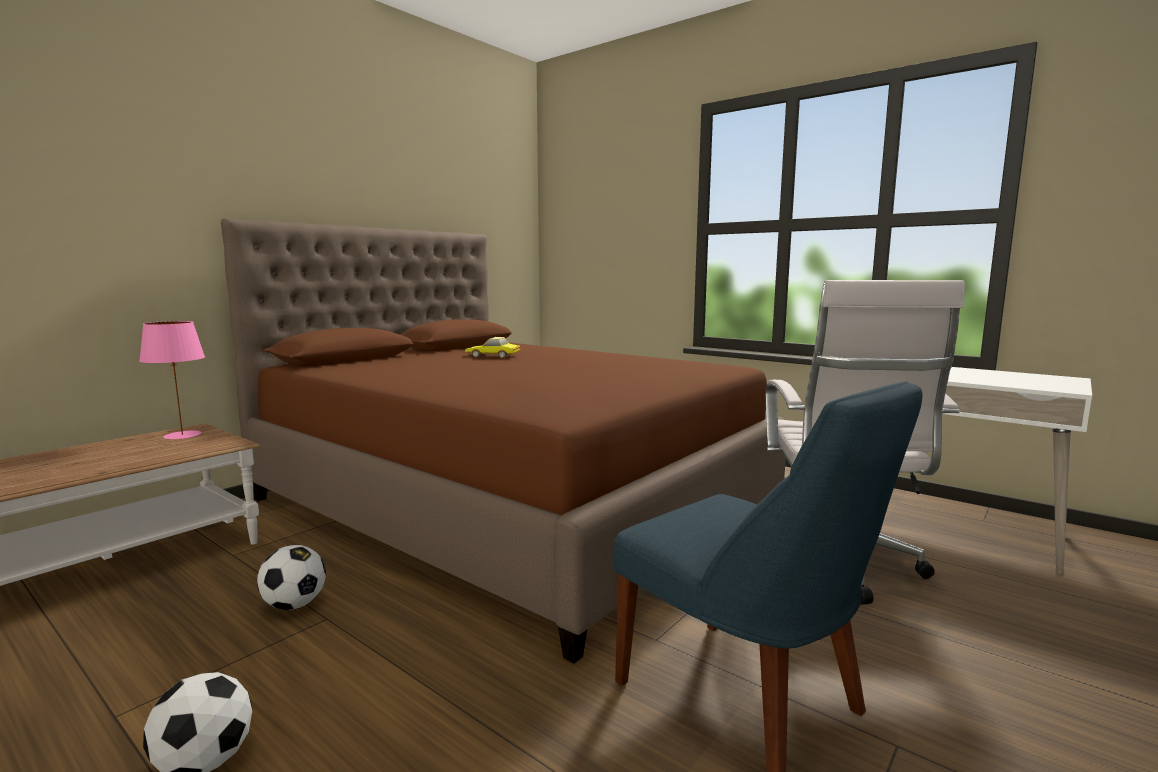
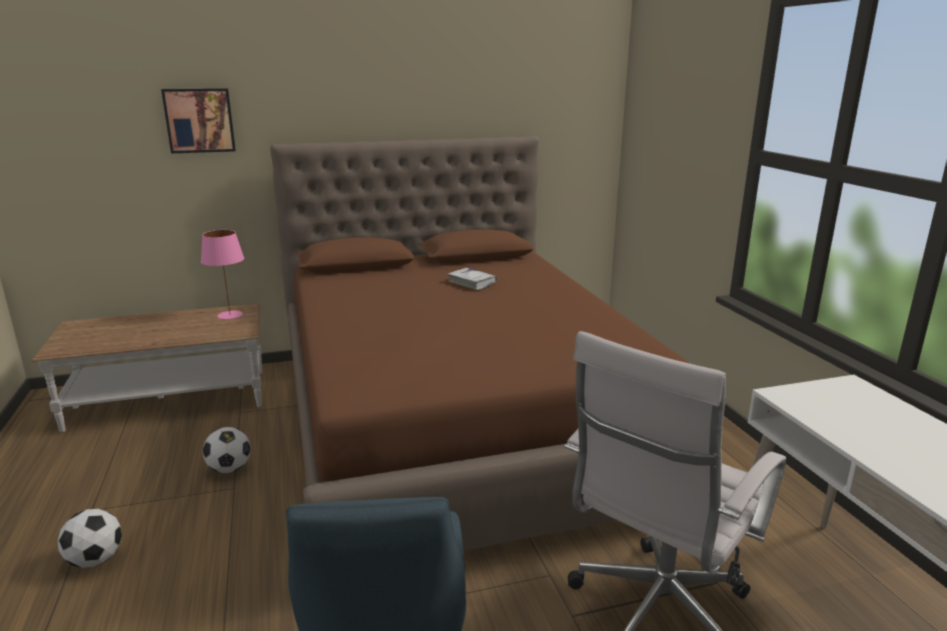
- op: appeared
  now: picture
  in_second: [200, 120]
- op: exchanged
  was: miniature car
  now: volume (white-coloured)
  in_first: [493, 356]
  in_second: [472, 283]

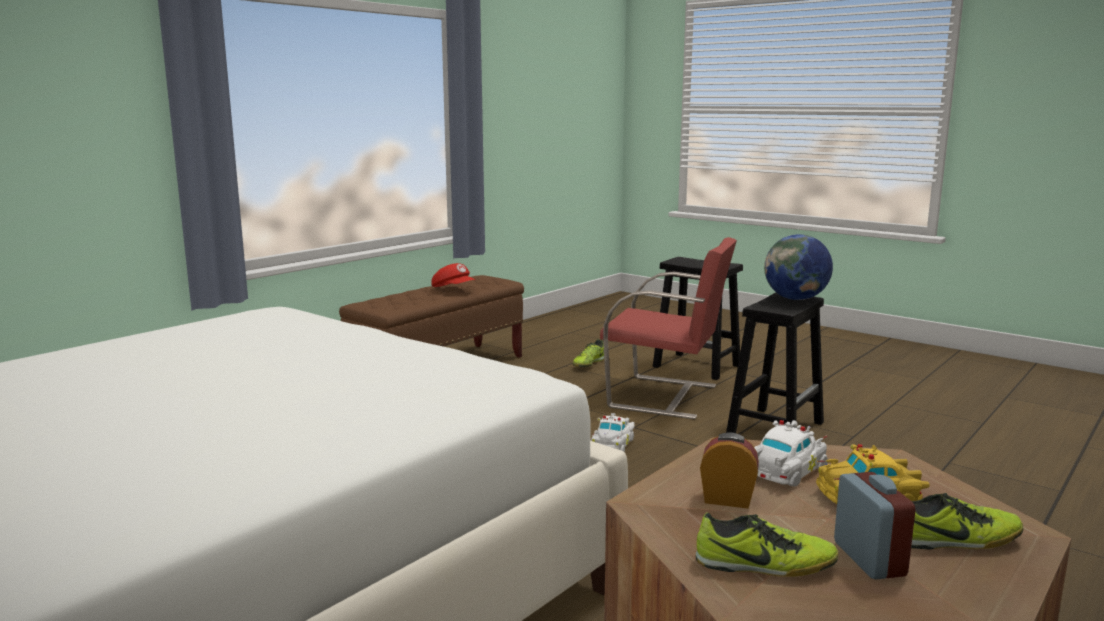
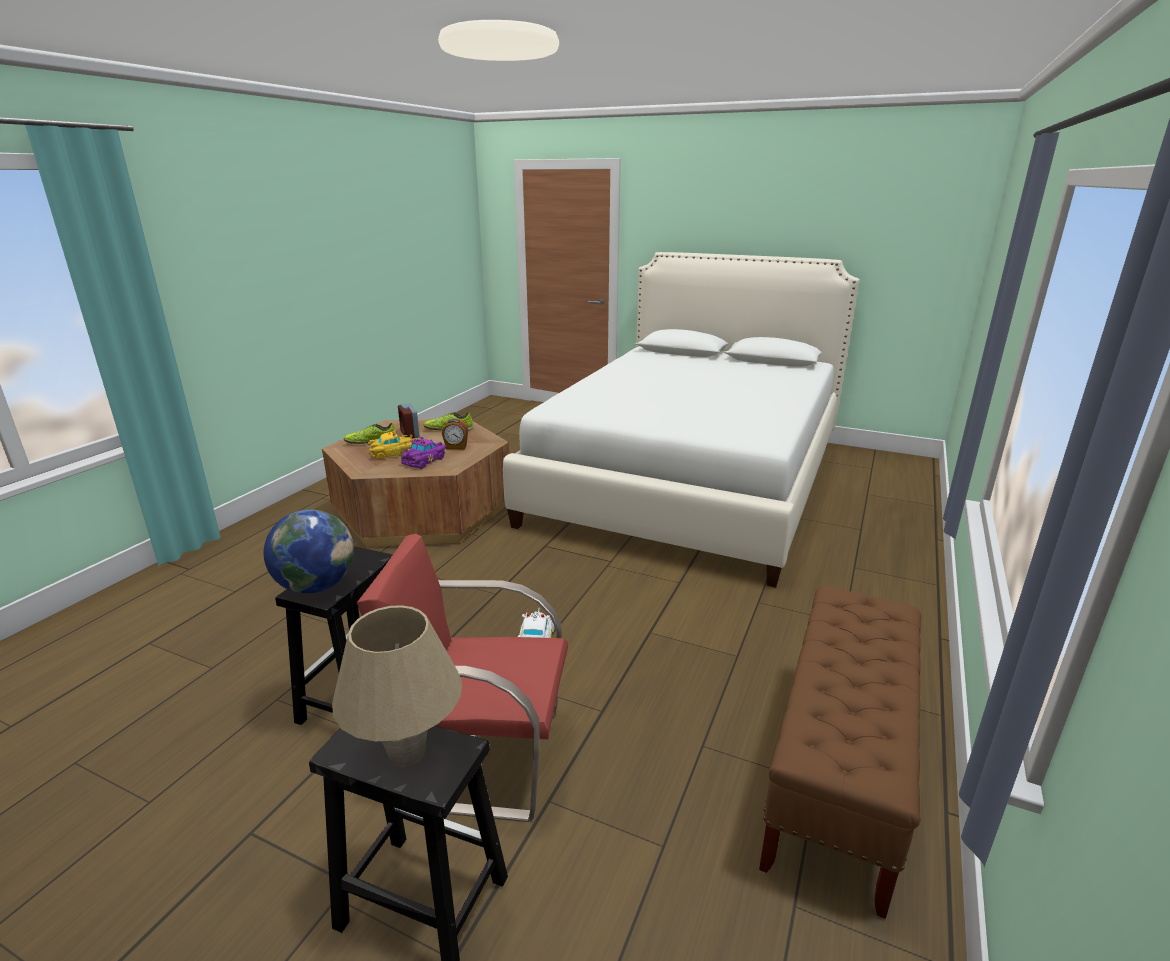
- op: missing
  was: cap (red)
  in_first: [454, 289]
- op: missing
  was: shoe
  in_first: [588, 364]
- op: appeared
  now: tabletop lamp (sand-coloured)
  in_second: [407, 753]
- op: colour
  was: miniature car (white-coloured)
  now: miniature car (purple)
  in_first: [783, 471]
  in_second: [425, 460]

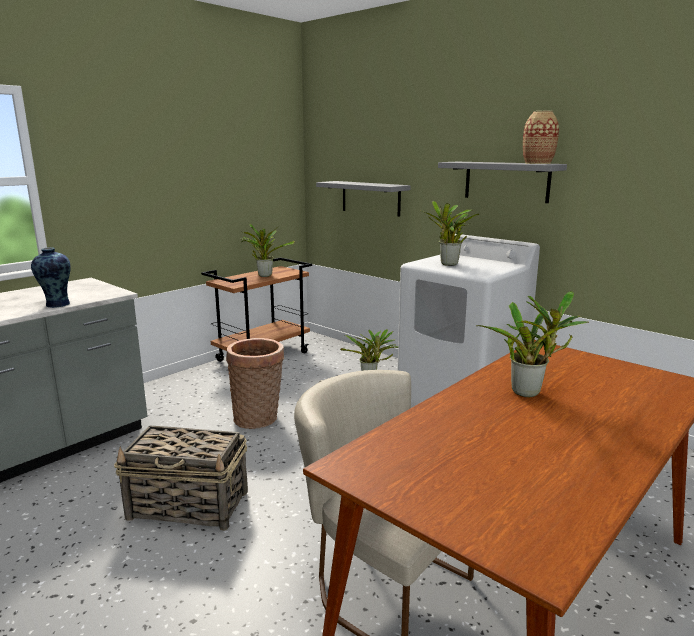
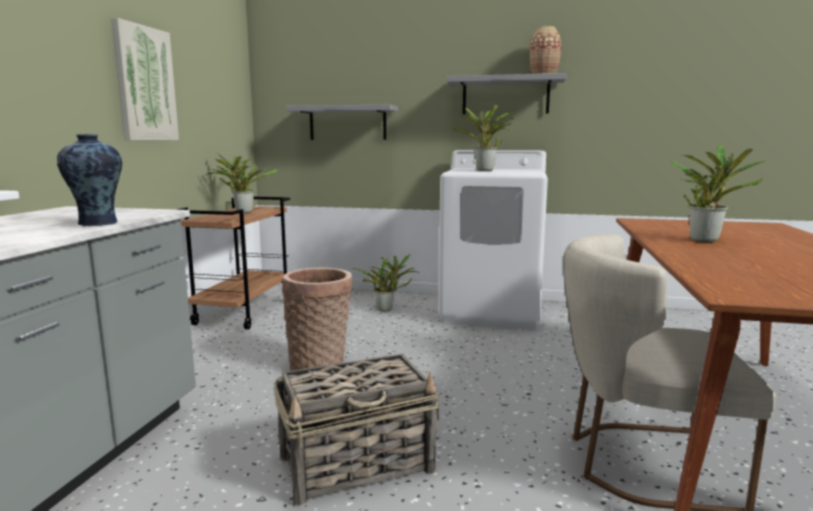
- op: appeared
  now: picture
  in_second: [145, 84]

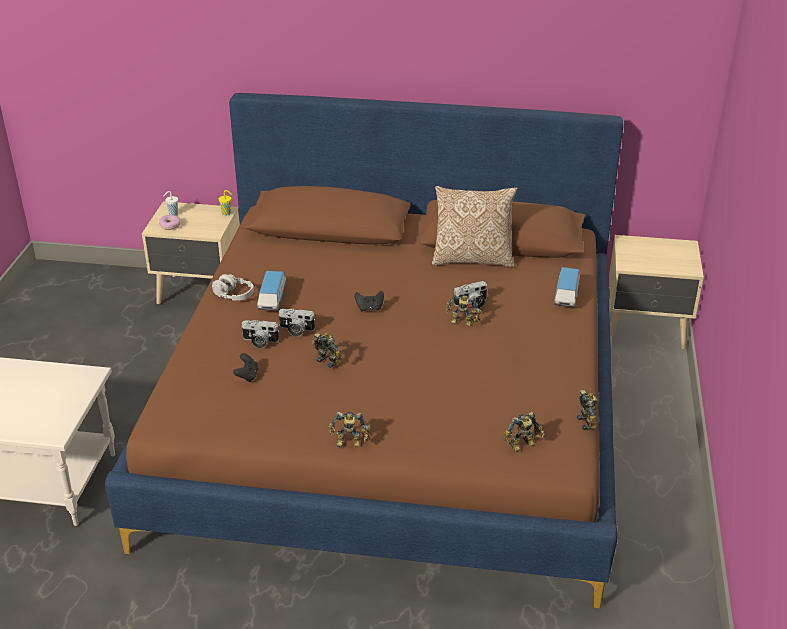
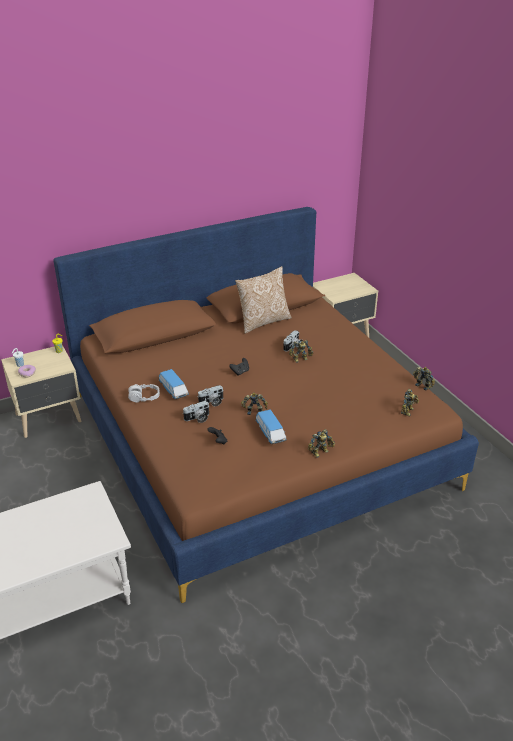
- op: relocated
  was: miniature car
  in_first: [566, 296]
  in_second: [270, 433]

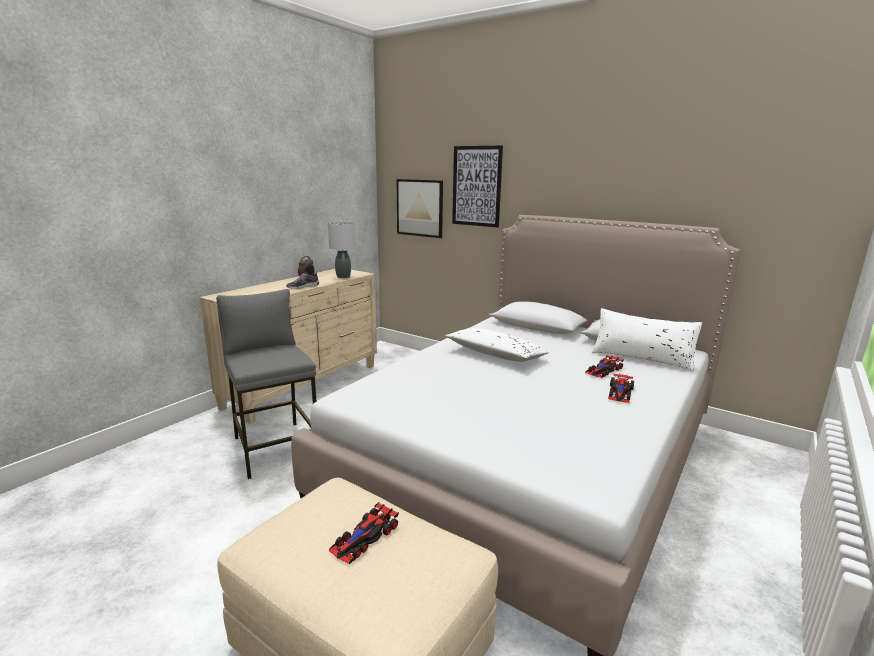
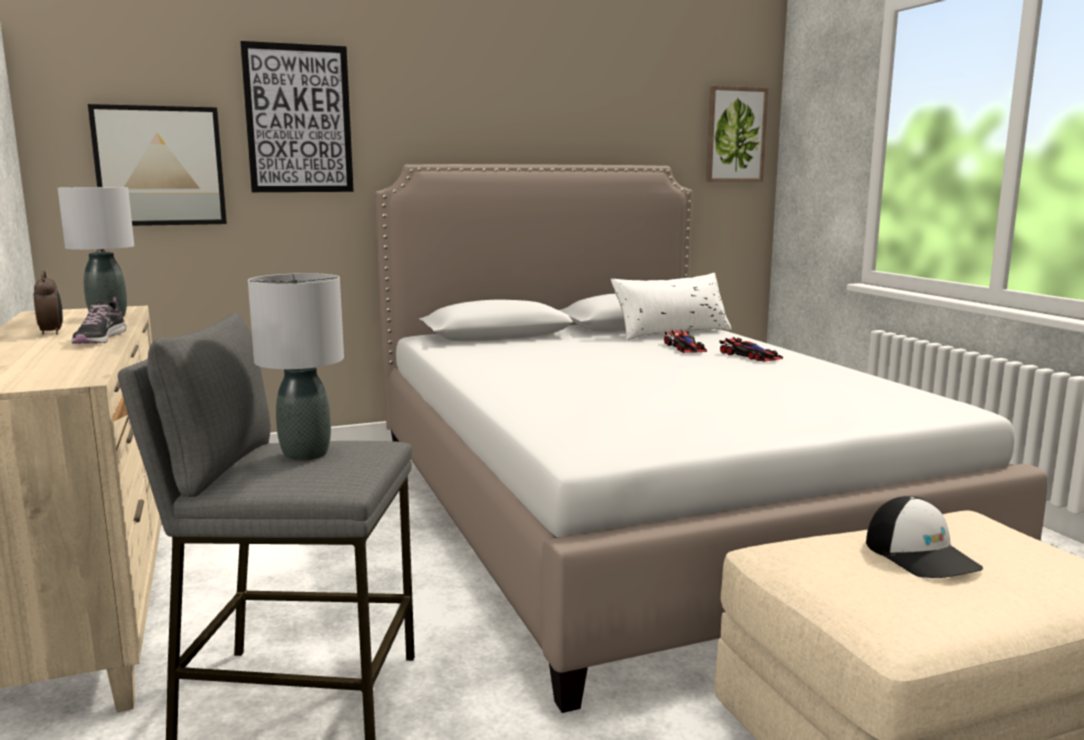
- op: missing
  was: cushion (white-coloured)
  in_first: [495, 355]
- op: appeared
  now: tabletop lamp (greyish)
  in_second: [306, 454]
- op: appeared
  now: picture
  in_second: [735, 135]
- op: exchanged
  was: miniature car
  now: cap
  in_first: [365, 537]
  in_second: [921, 555]

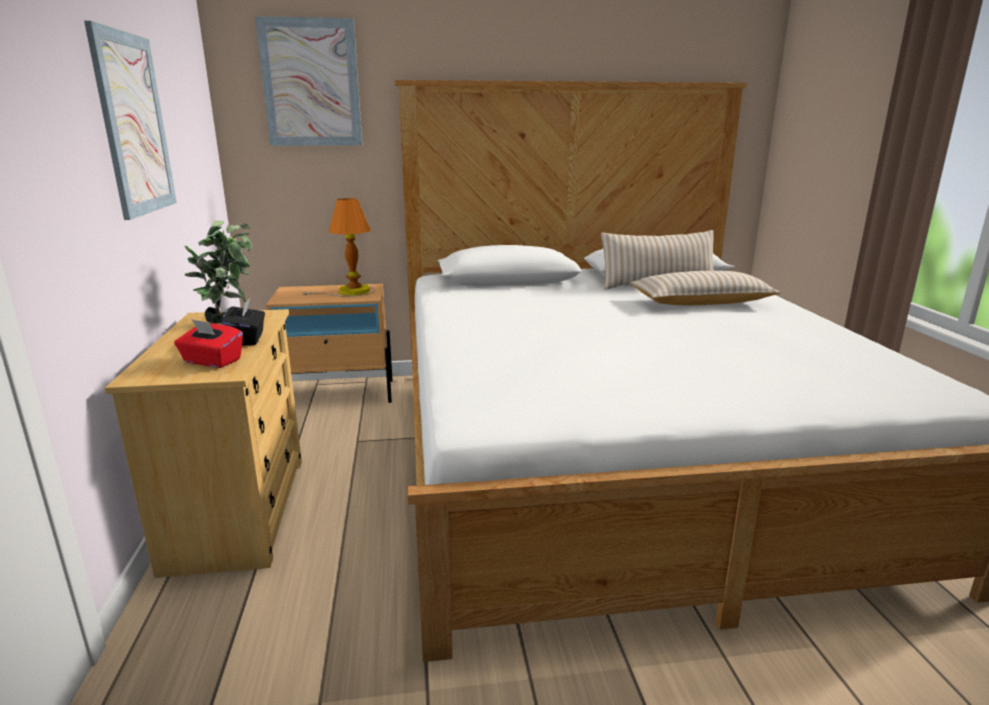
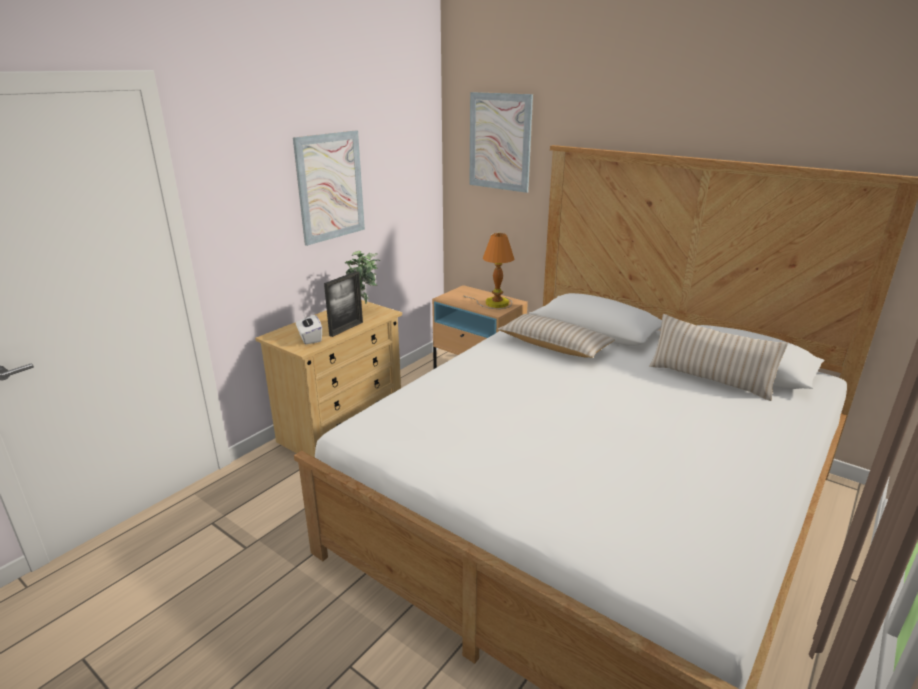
- op: relocated
  was: cushion (sand-coloured)
  in_first: [701, 302]
  in_second: [554, 346]
- op: exchanged
  was: box of tissues (blackish)
  now: standing frame
  in_first: [247, 339]
  in_second: [346, 329]
- op: colour
  was: box of tissues (red)
  now: box of tissues (white-coloured)
  in_first: [212, 361]
  in_second: [310, 338]

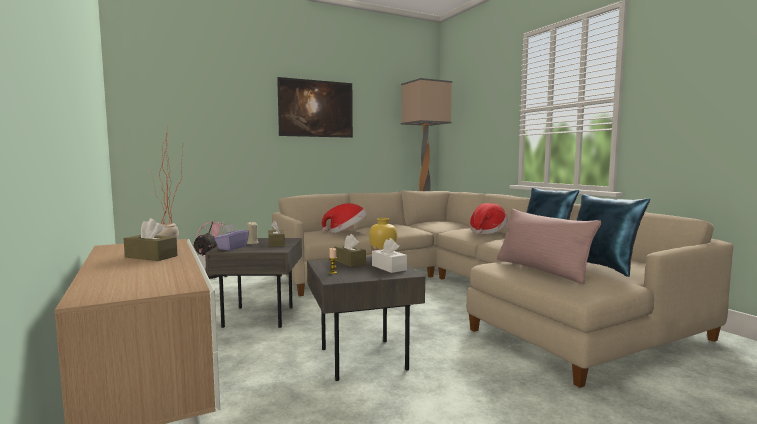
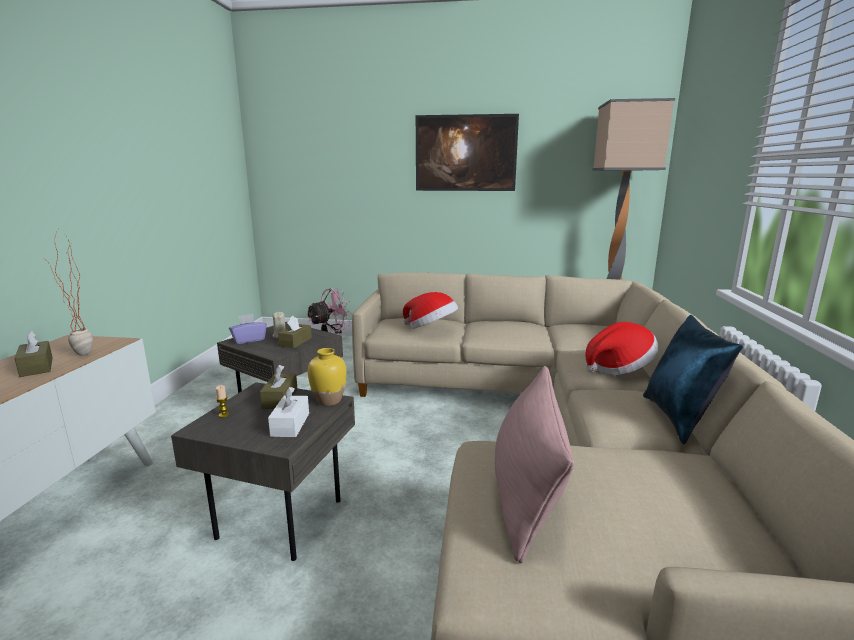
- op: missing
  was: cushion (bluish)
  in_first: [601, 267]

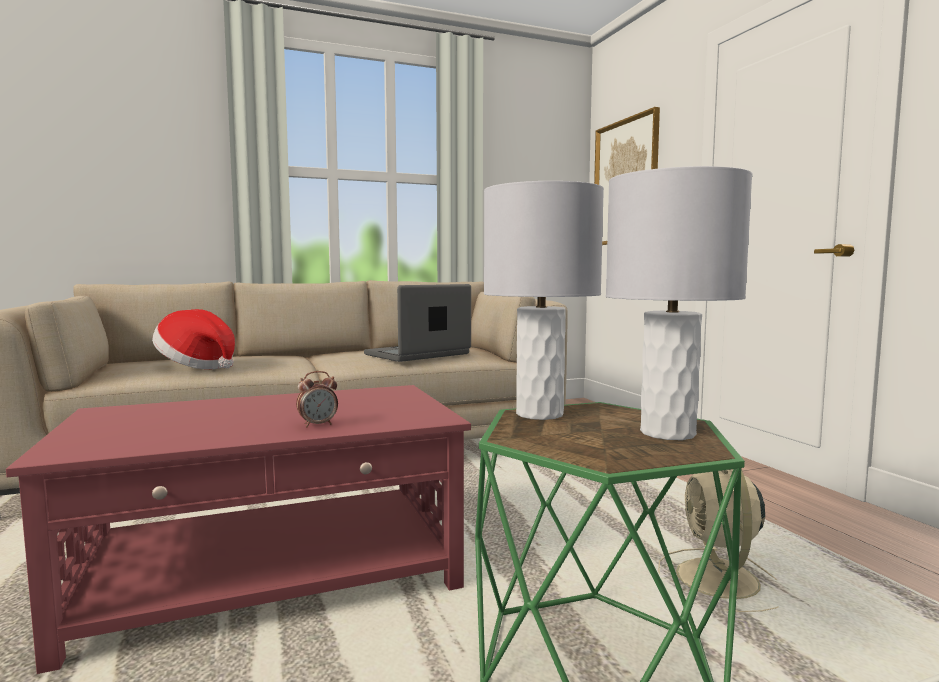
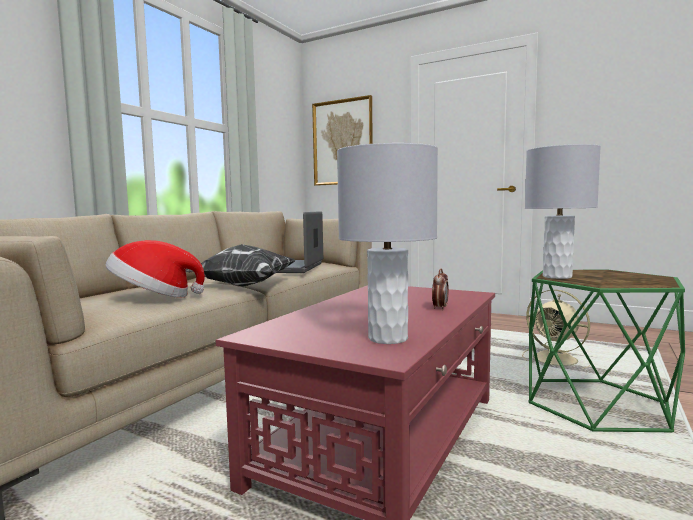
- op: appeared
  now: cushion
  in_second: [241, 286]
- op: relocated
  was: tabletop lamp (greyish)
  in_first: [668, 432]
  in_second: [388, 338]

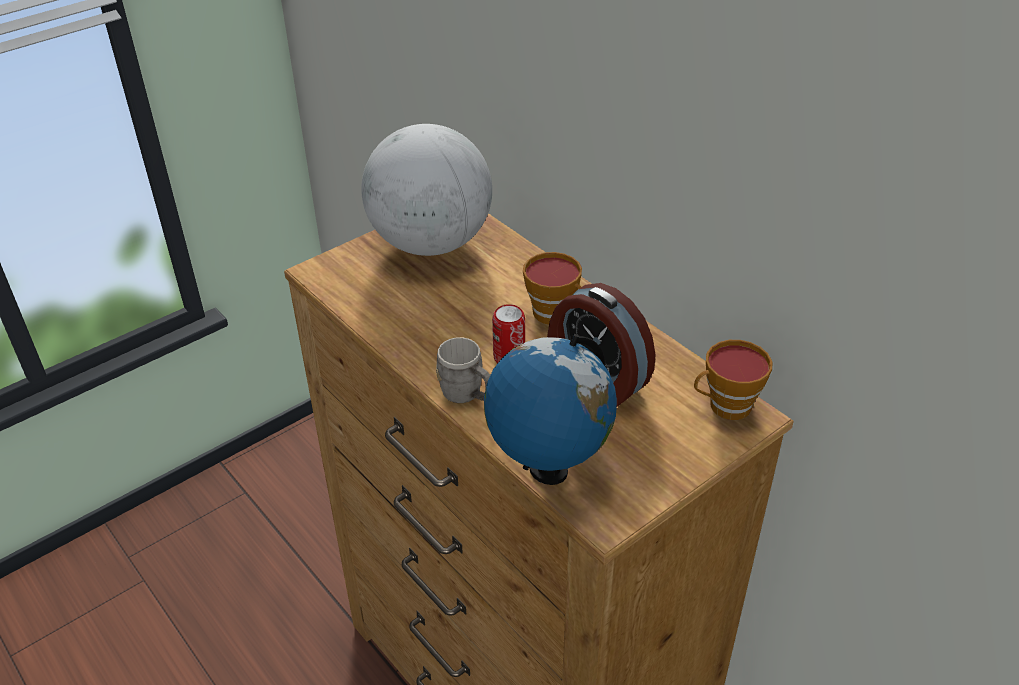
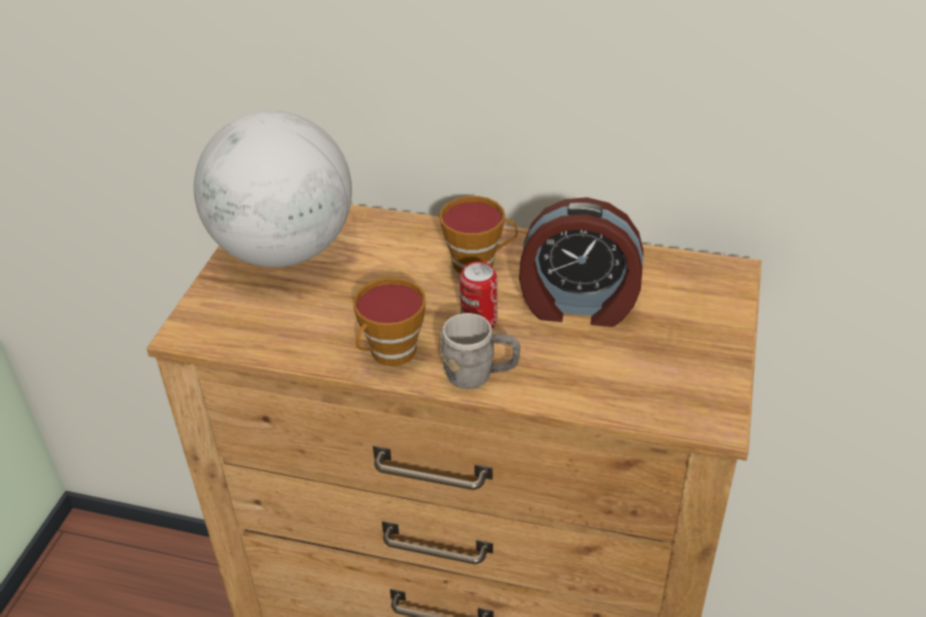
- op: missing
  was: world globe
  in_first: [548, 469]
- op: relocated
  was: drinking cup
  in_first: [725, 407]
  in_second: [390, 354]

